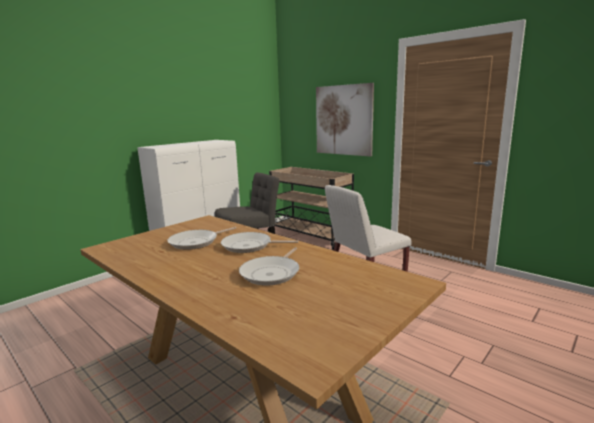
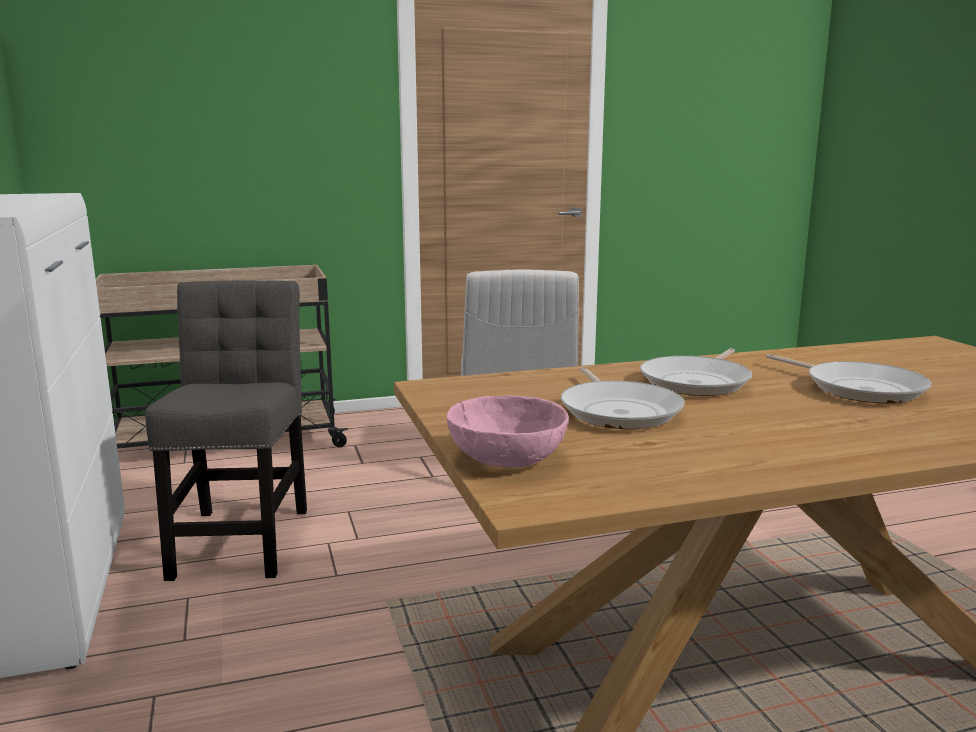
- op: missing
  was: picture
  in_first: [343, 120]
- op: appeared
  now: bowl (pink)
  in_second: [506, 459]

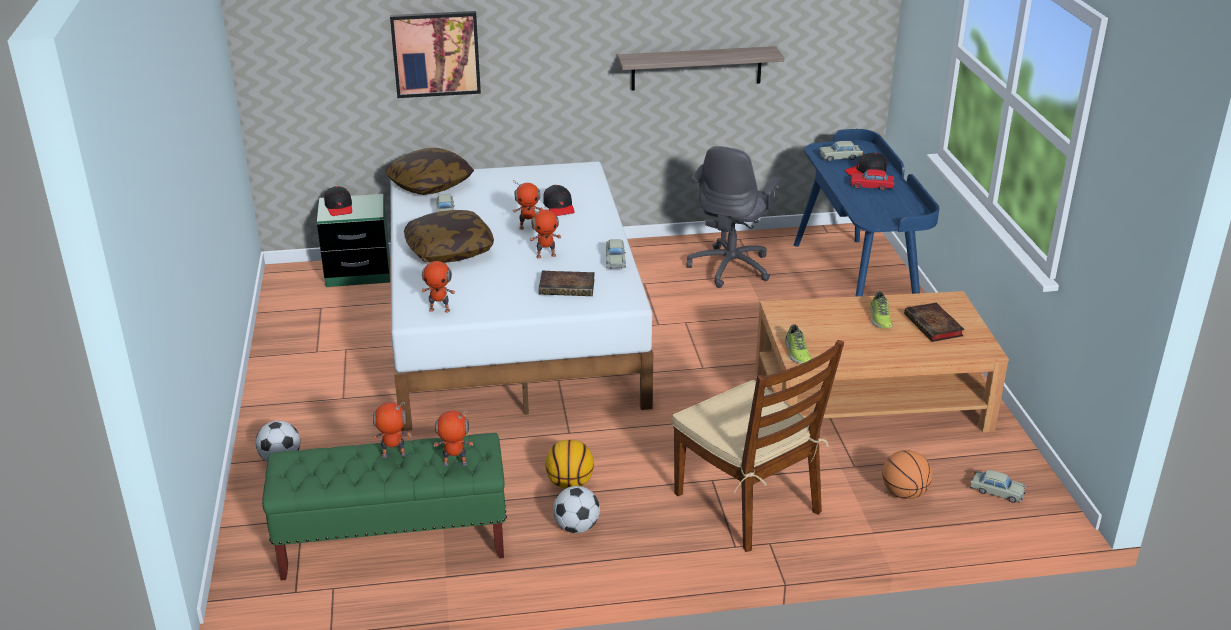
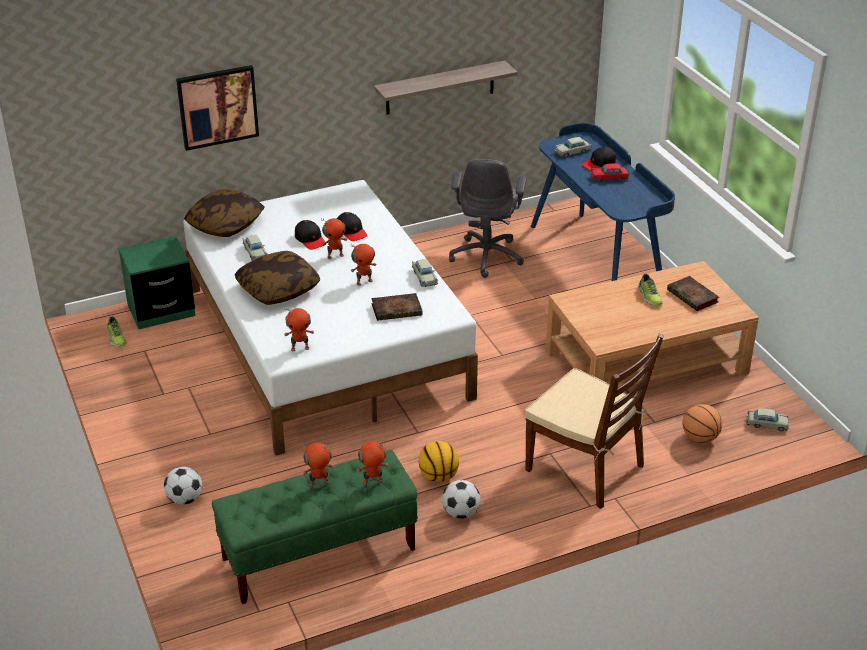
- op: relocated
  was: cap (blackish)
  in_first: [339, 207]
  in_second: [310, 239]
- op: relocated
  was: shoe
  in_first: [796, 352]
  in_second: [116, 338]

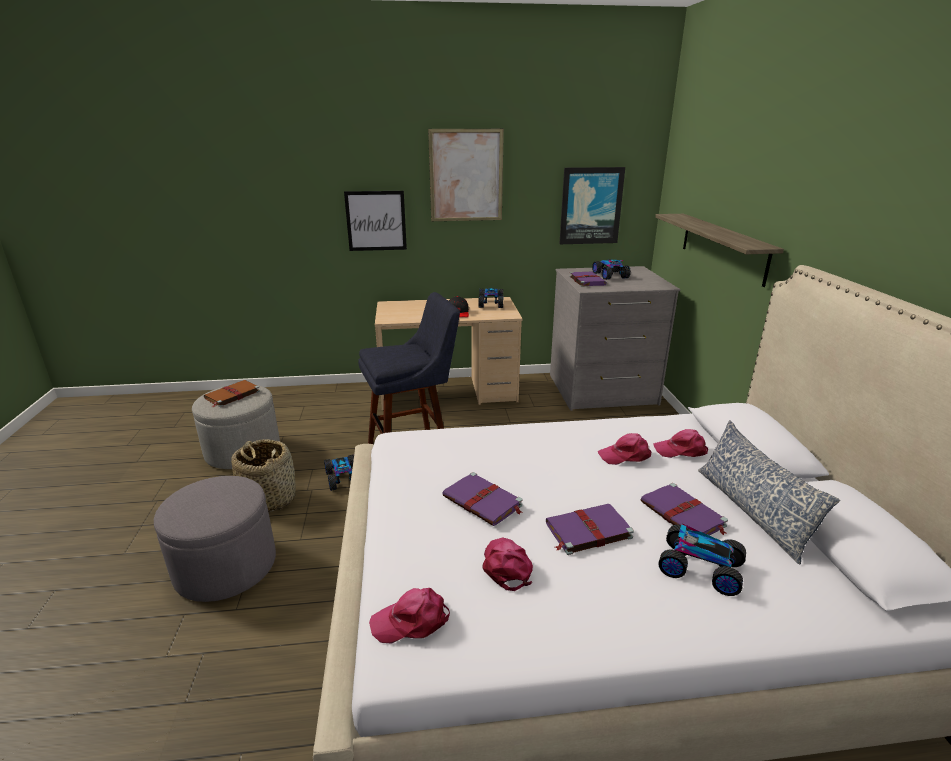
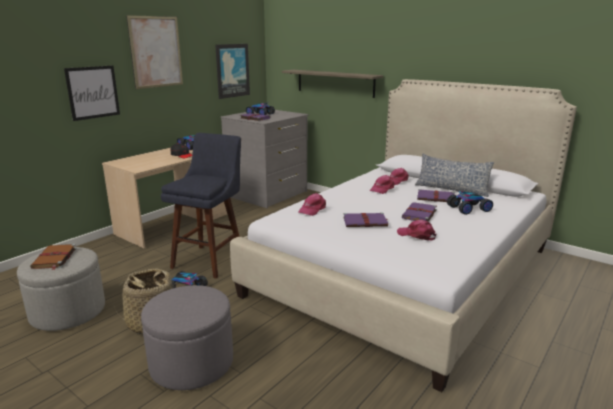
- op: relocated
  was: cap (pink)
  in_first: [411, 621]
  in_second: [312, 209]

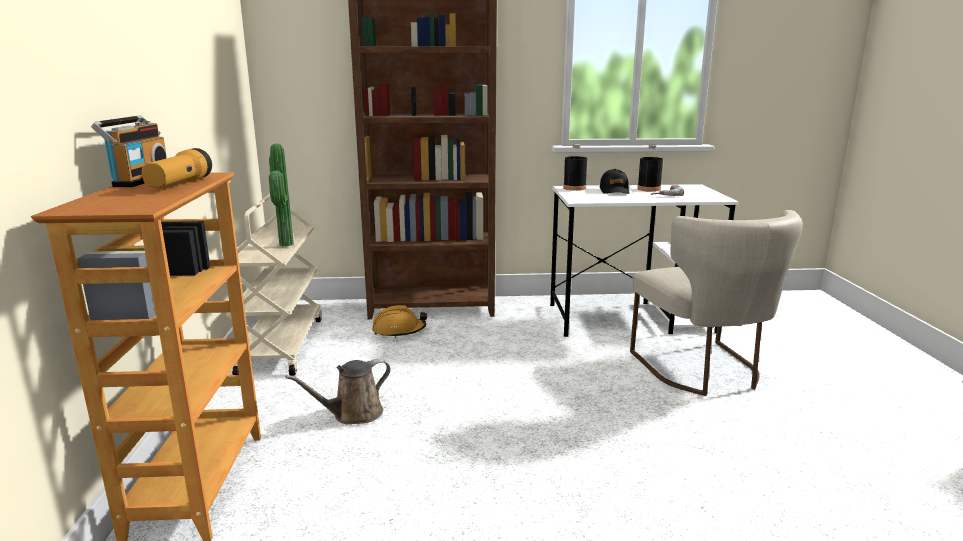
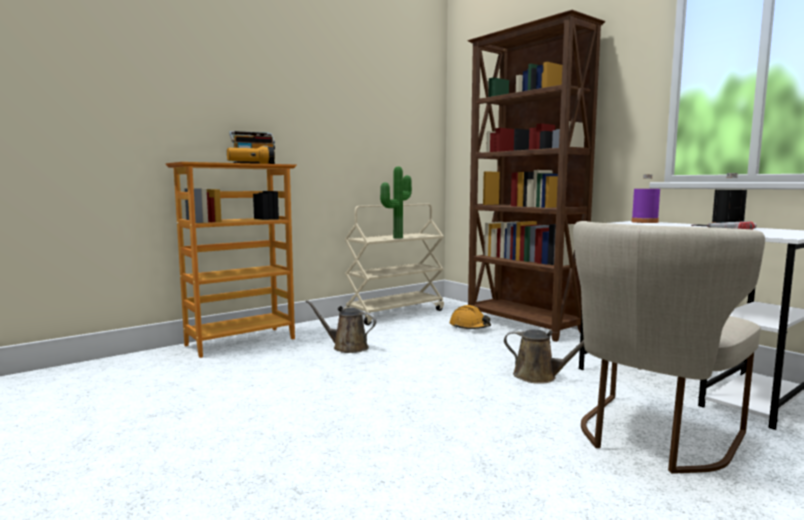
- op: missing
  was: cap (blackish)
  in_first: [614, 190]
- op: appeared
  now: watering can (brownish)
  in_second: [539, 376]
- op: colour
  was: drink bottle (blackish)
  now: drink bottle (purple)
  in_first: [574, 188]
  in_second: [644, 222]

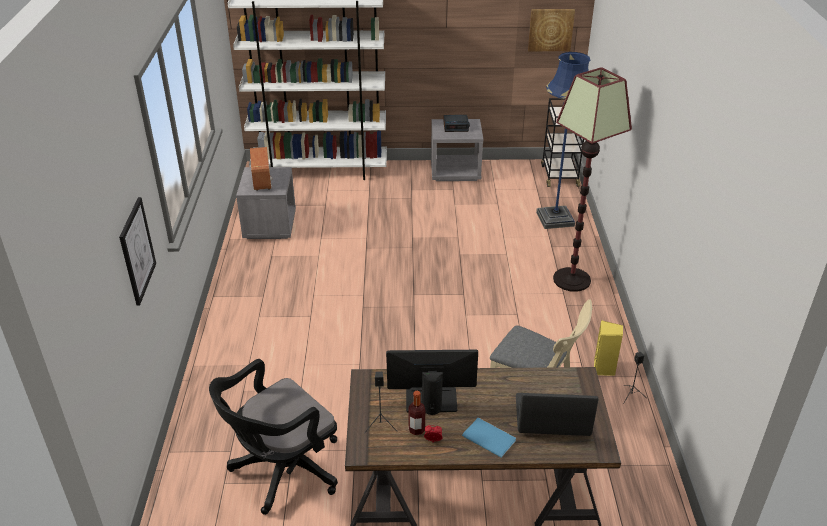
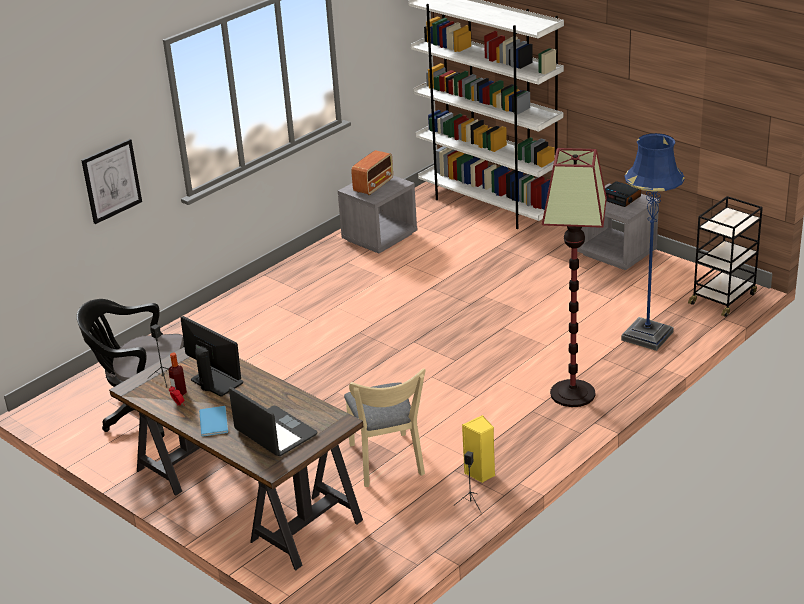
- op: missing
  was: picture
  in_first: [550, 29]

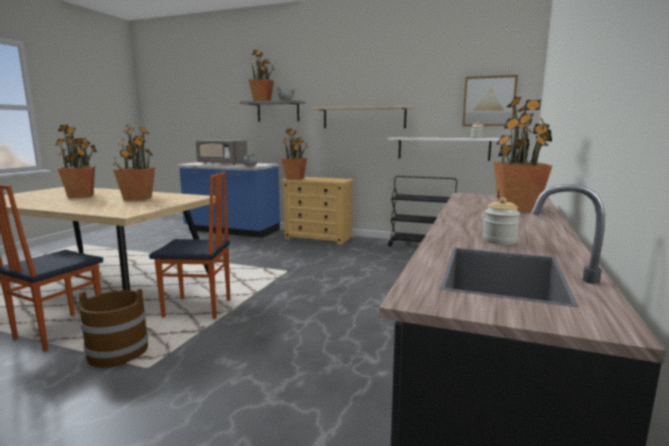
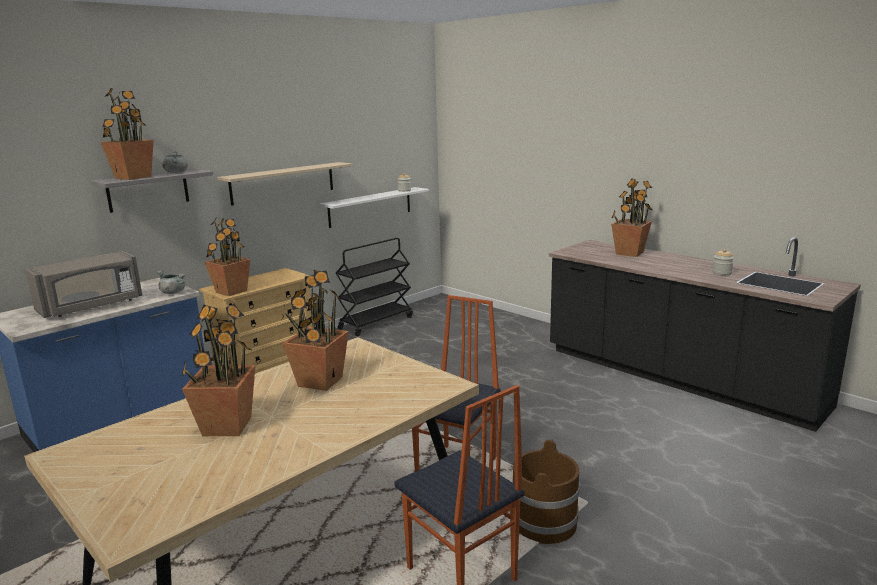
- op: missing
  was: picture
  in_first: [489, 101]

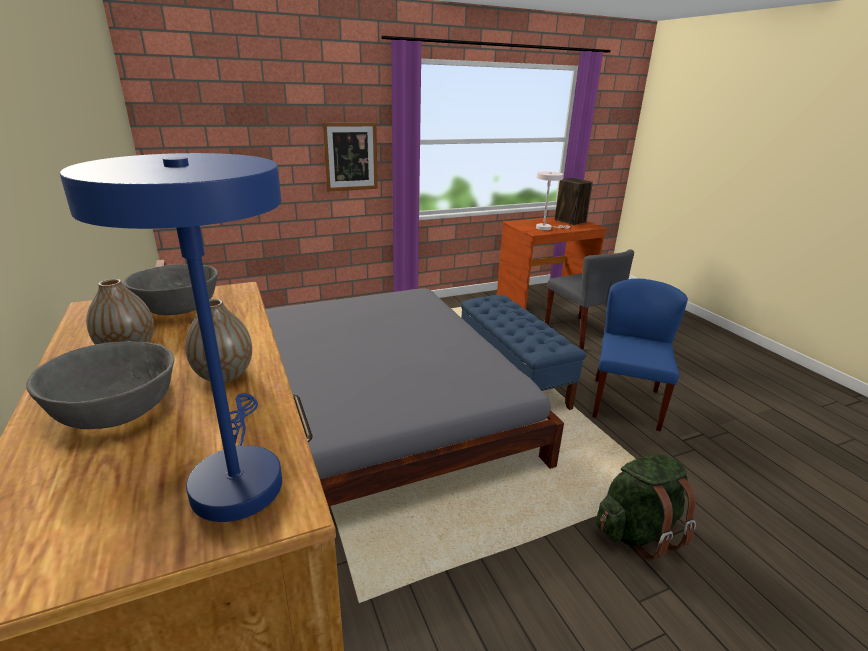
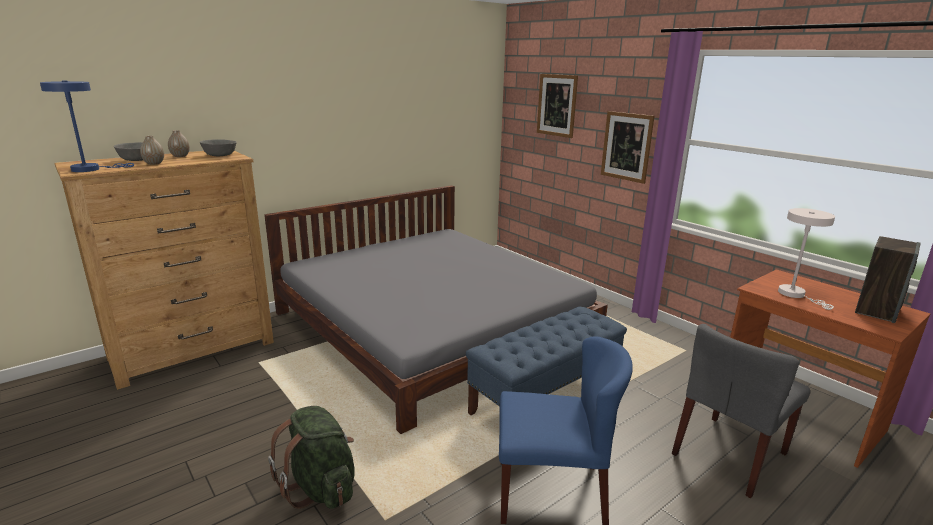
- op: appeared
  now: picture
  in_second: [557, 105]

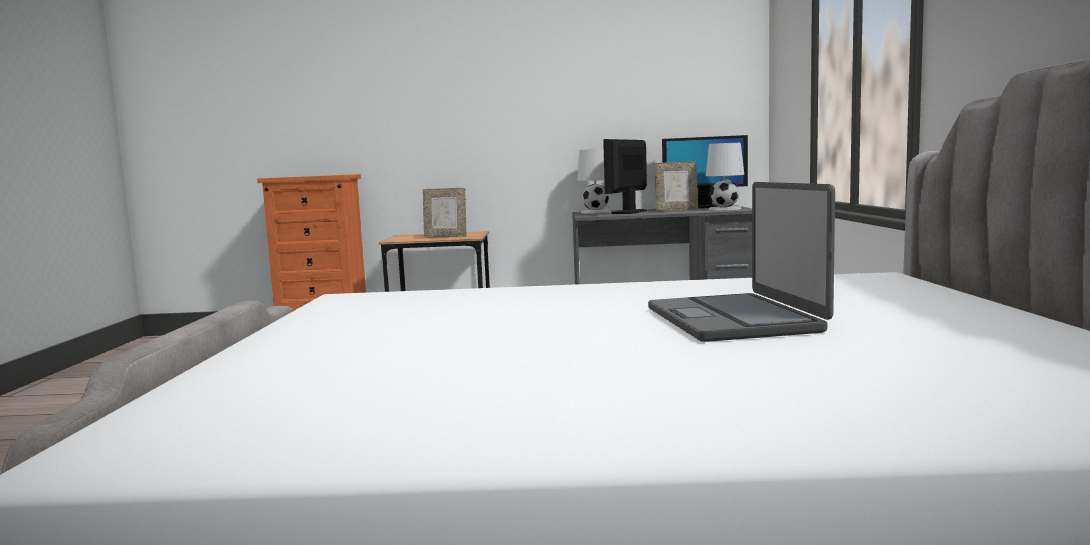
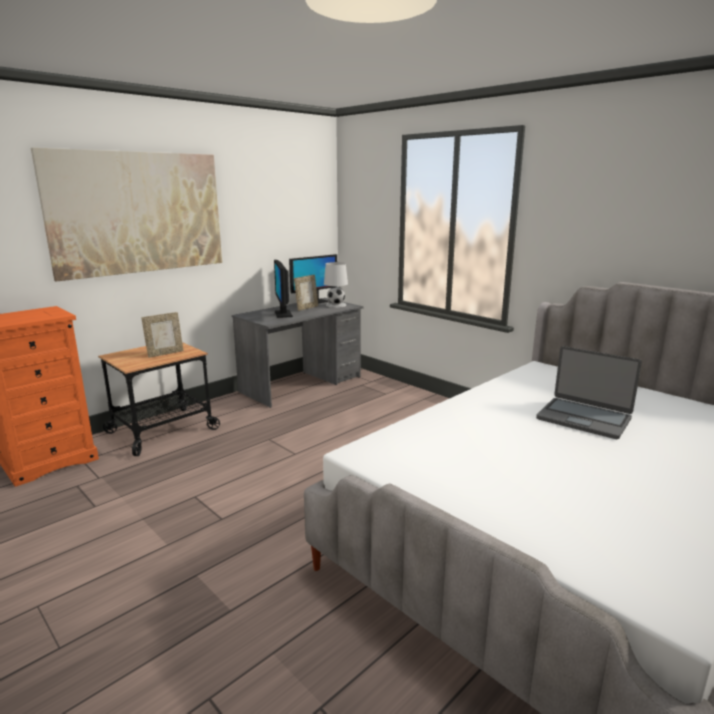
- op: missing
  was: tabletop lamp (white-coloured)
  in_first: [595, 212]
- op: appeared
  now: picture
  in_second: [138, 213]

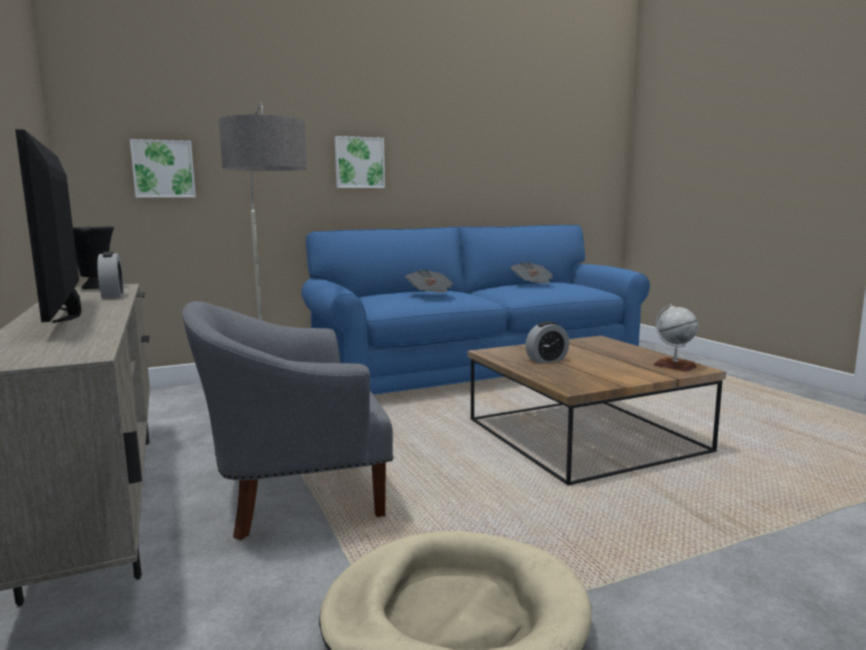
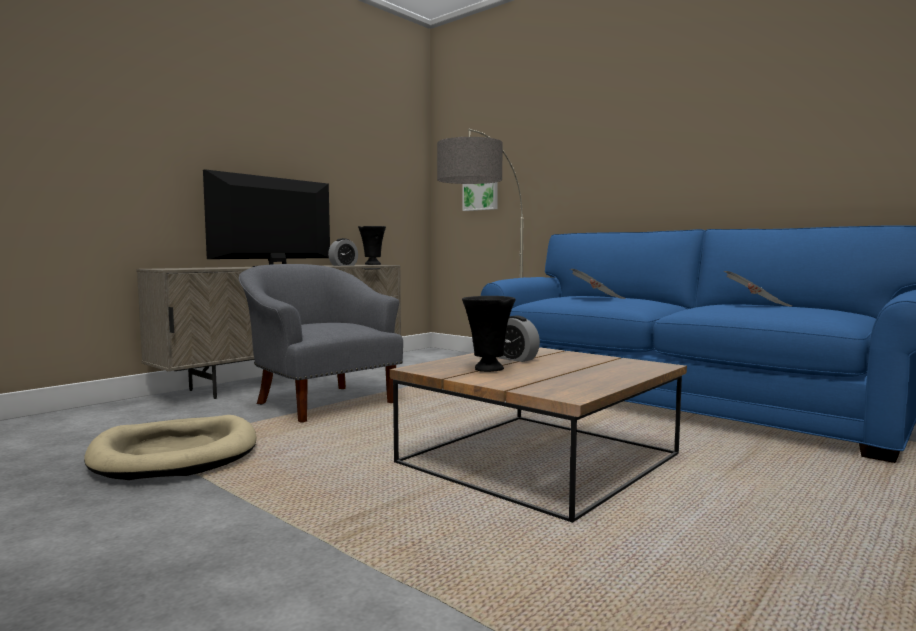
- op: missing
  was: picture
  in_first: [359, 163]
- op: missing
  was: world globe
  in_first: [674, 366]
- op: appeared
  now: vase (blackish)
  in_second: [488, 369]

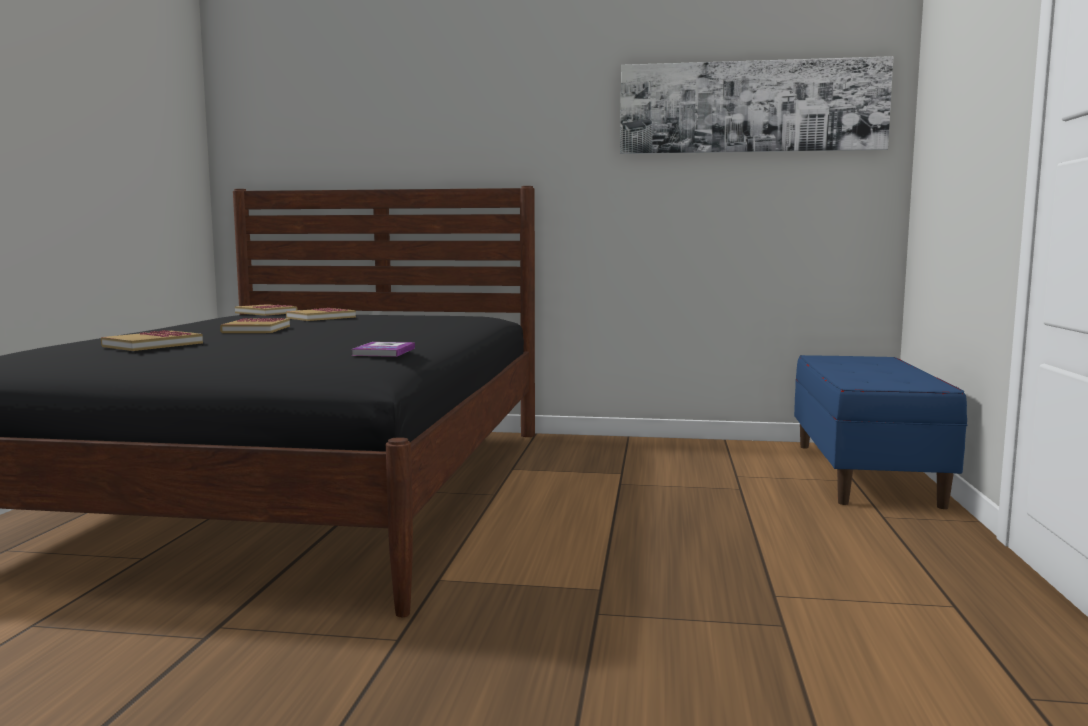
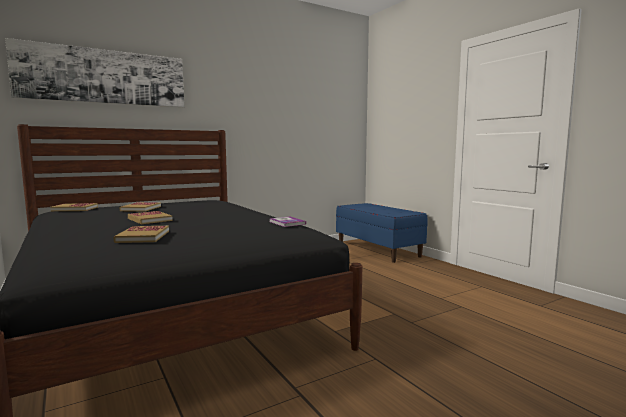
- op: relocated
  was: picture
  in_first: [751, 107]
  in_second: [104, 76]

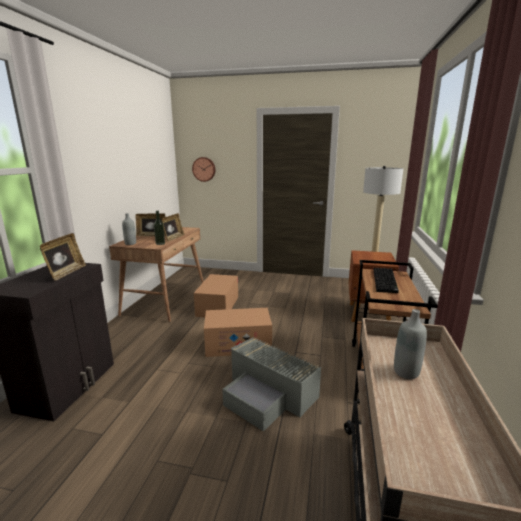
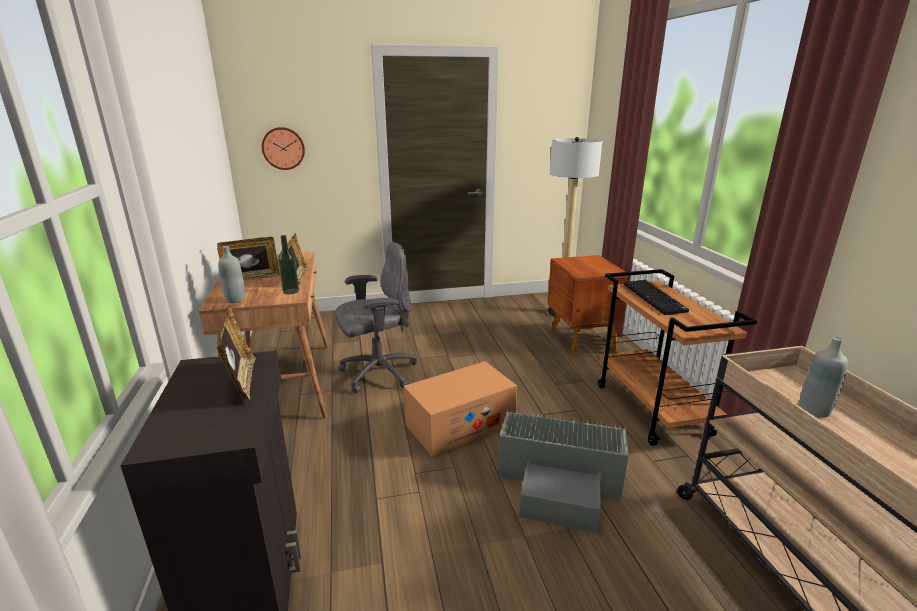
- op: exchanged
  was: carton
  now: office chair (greyish)
  in_first: [218, 306]
  in_second: [378, 373]

